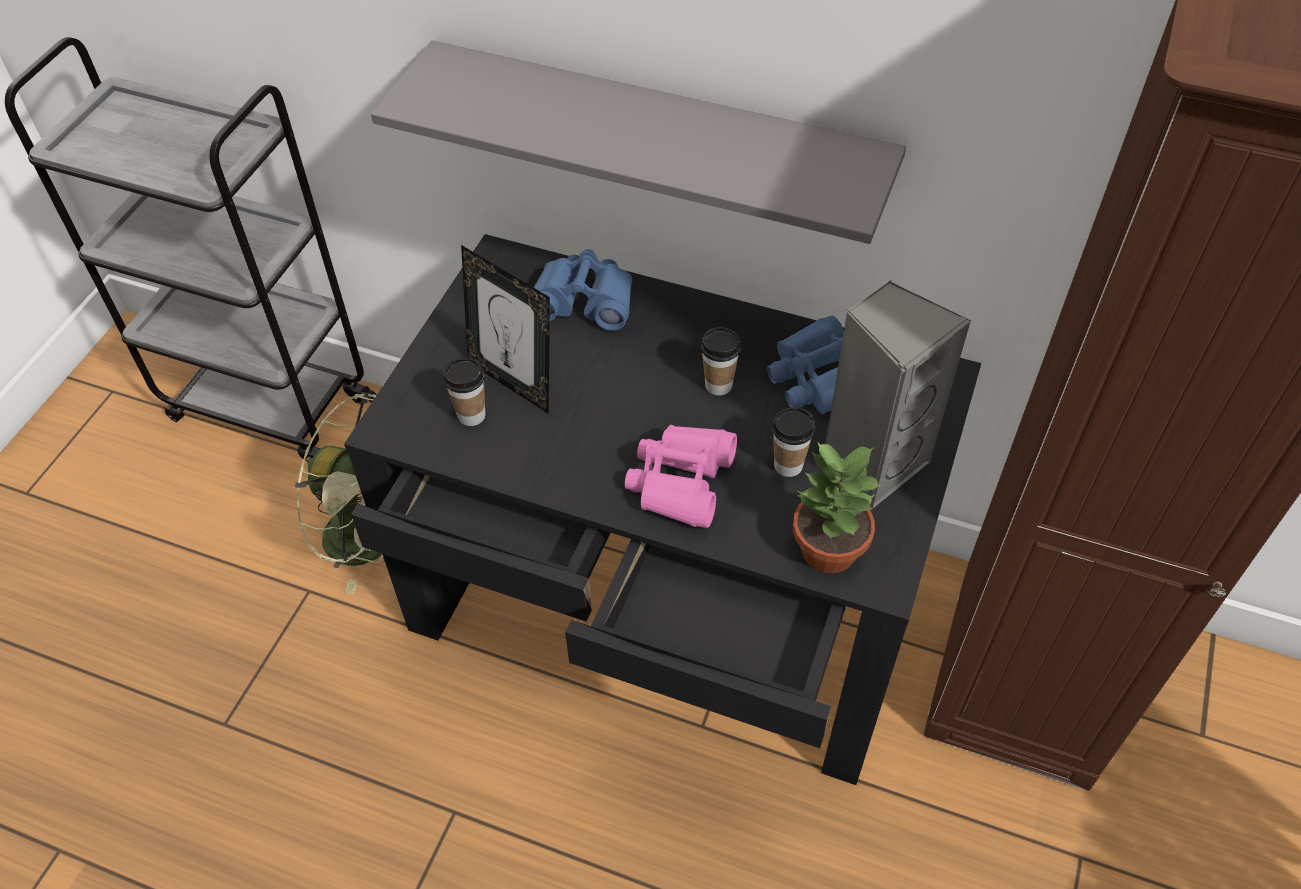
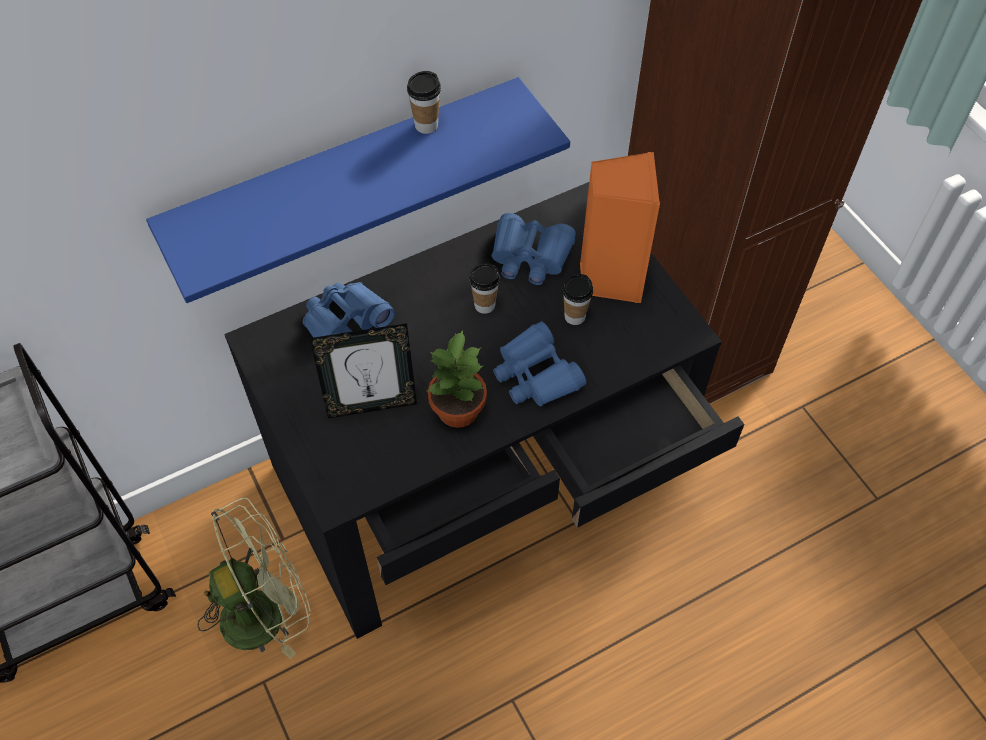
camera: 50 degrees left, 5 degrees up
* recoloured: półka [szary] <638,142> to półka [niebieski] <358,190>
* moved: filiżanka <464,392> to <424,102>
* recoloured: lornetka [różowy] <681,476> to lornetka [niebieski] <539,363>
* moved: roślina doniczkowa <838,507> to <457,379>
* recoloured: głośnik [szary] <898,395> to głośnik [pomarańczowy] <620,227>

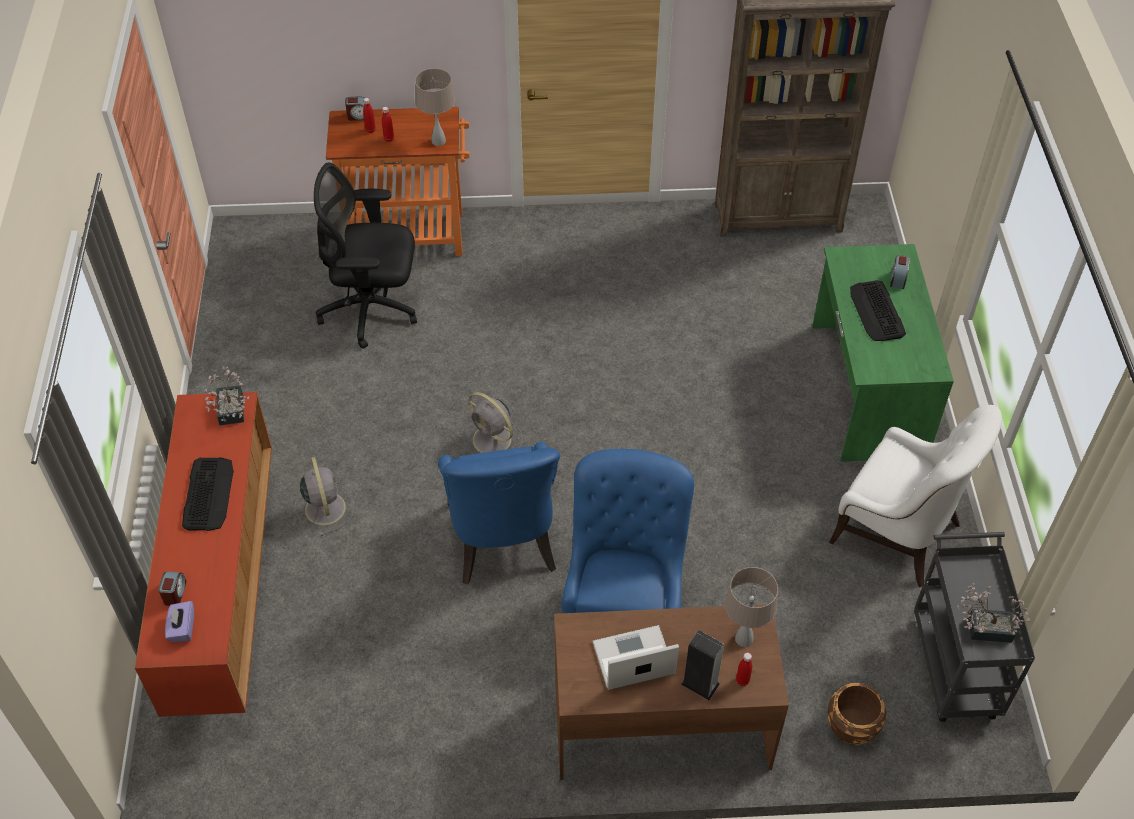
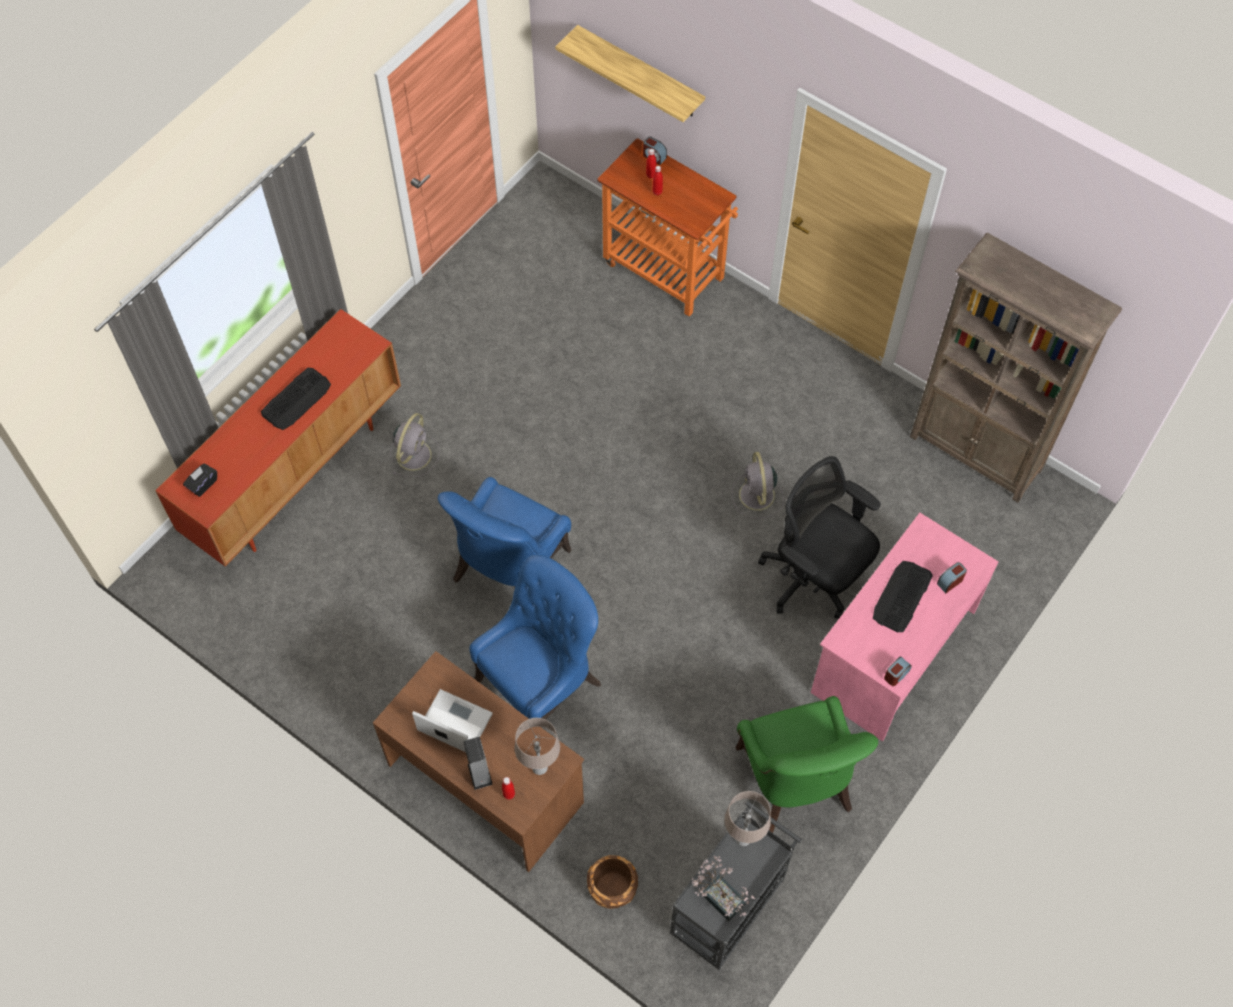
camera: 40 degrees right, 10 degrees up
* moved: budzik <172,588> to <898,671>
* recoloured: pudełko chusteczek [fioletowy] <179,621> to pudełko chusteczek [czarny] <200,480>
* removed: roślina doniczkowa <226,395>
* moved: krzesło biurowe [czarny] <365,255> to <819,537>
* moved: lampa stołowa [beżowy] <435,107> to <747,818>
* moved: wentylator [szary] <493,423> to <758,485>
* recoloured: biurko [zielony] <883,353> to biurko [różowy] <904,627>
* recoloured: krzesło [biały] <915,496> to krzesło [zielony] <806,764>
* added: półka <630,73>

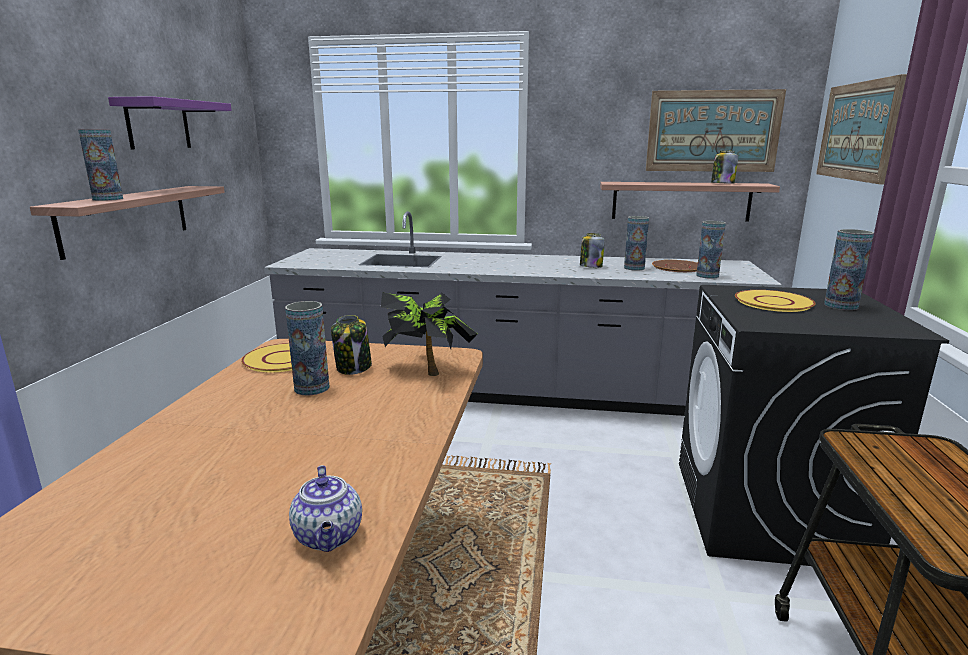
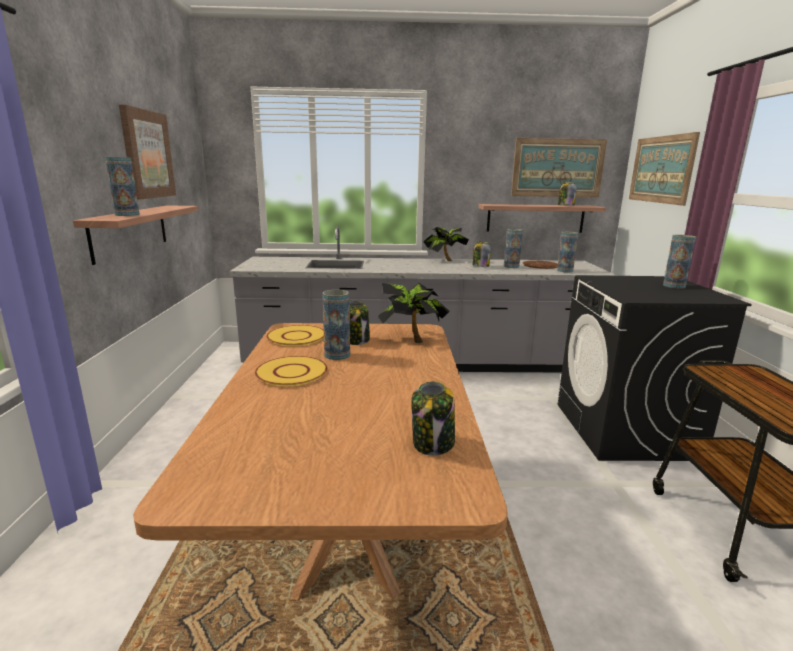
camera: 10 degrees left, 0 degrees up
* replaced: półka [fioletowy] <170,122> to obraz <147,152>
* replaced: imbryk <325,508> to słoik <433,418>
* moved: talerz [żółty] <775,301> to <291,371>
* added: roślina doniczkowa <446,244>

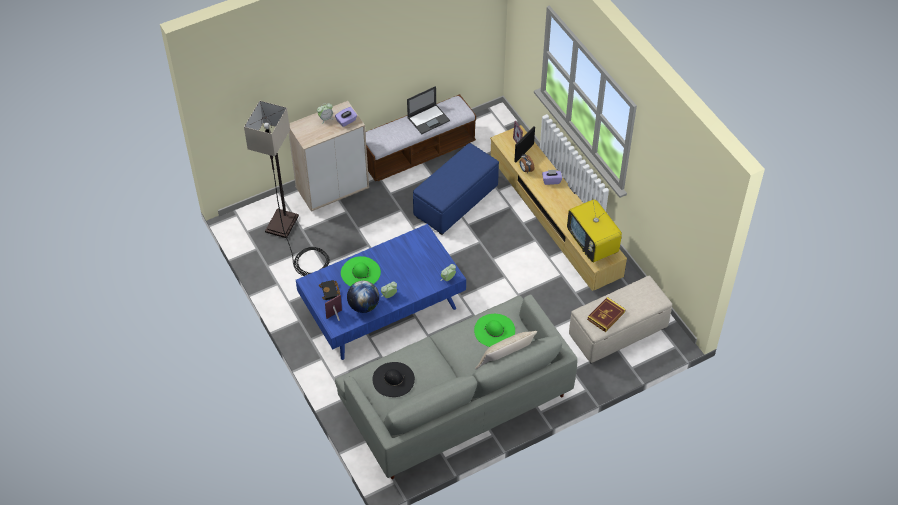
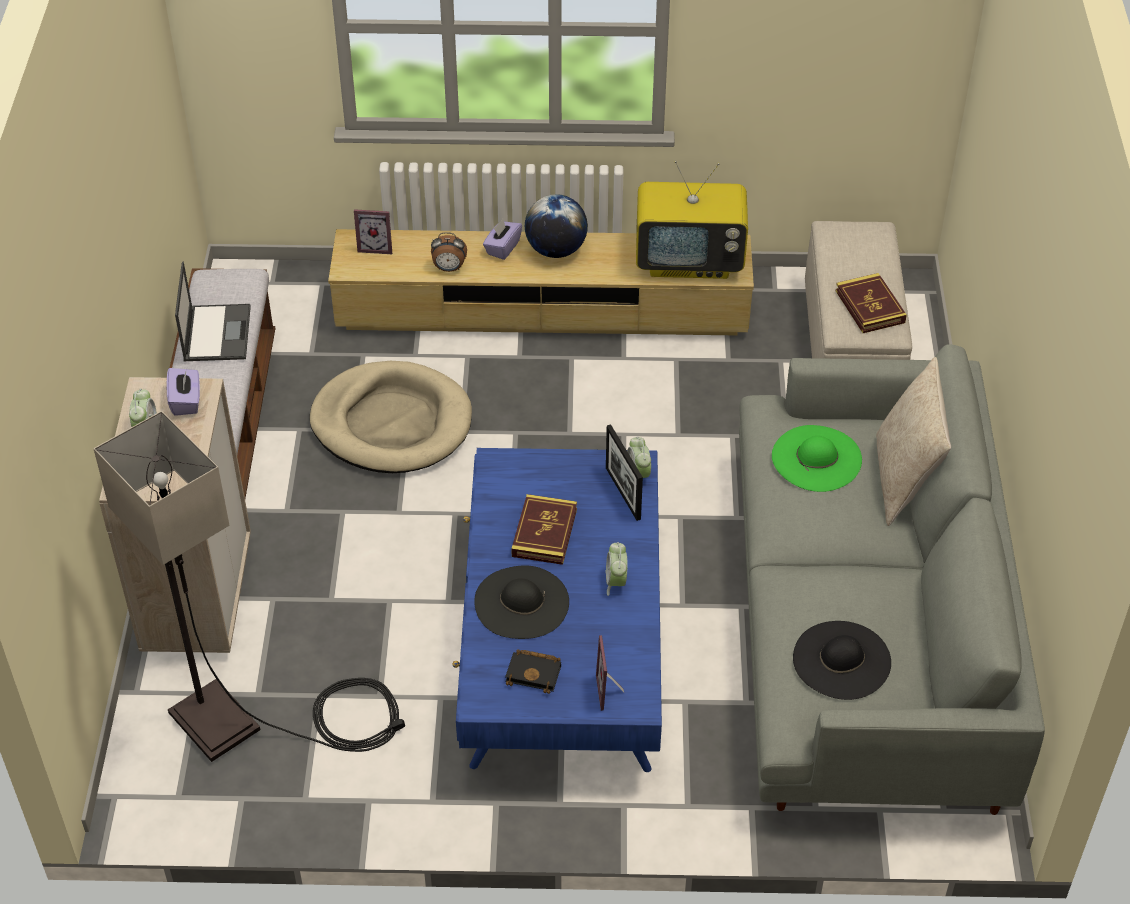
camera: 60 degrees left, 5 degrees down
* recoloured: kapelusz [zielony] <361,271> to kapelusz [czarny] <521,602>
* moved: globus <363,297> to <556,226>
* replaced: pufa [niebieski] <456,189> to legowisko [beżowy] <390,417>
* moved: ramka na zdjęcie <524,144> to <624,472>
* added: książka <544,529>

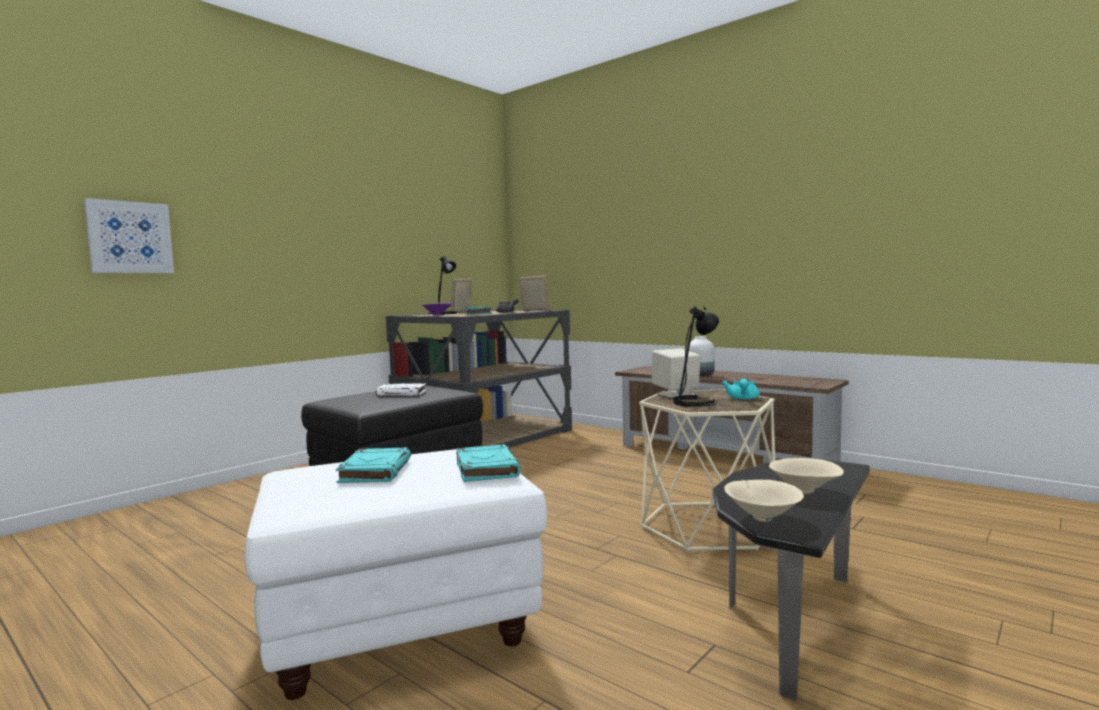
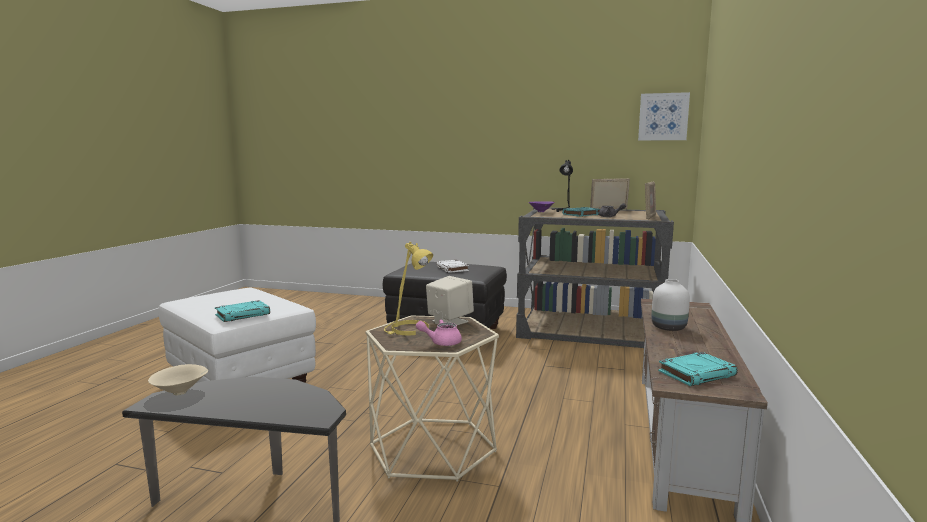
camera: 65 degrees right, 5 degrees up
* moved: obraz <129,235> to <664,116>
* moved: książka [turkusowy] <373,465> to <698,369>
* recoloured: lampa stołowa [czarny] <696,356> to lampa stołowa [żółty] <408,289>
* recoloured: imbryk [turkusowy] <740,389> to imbryk [różowy] <439,332>
* removed: miska [beżowy] <806,476>

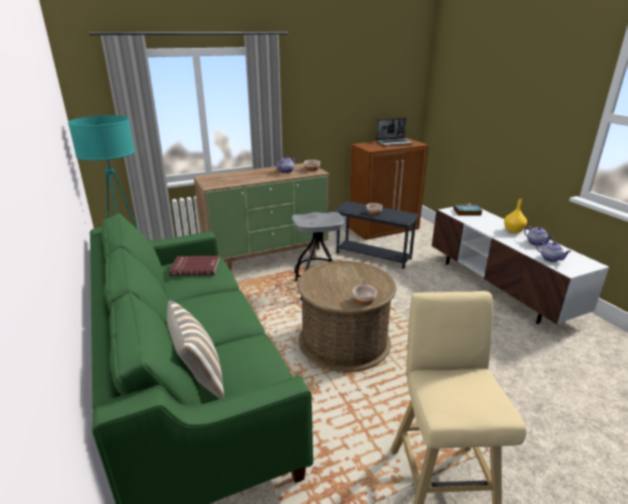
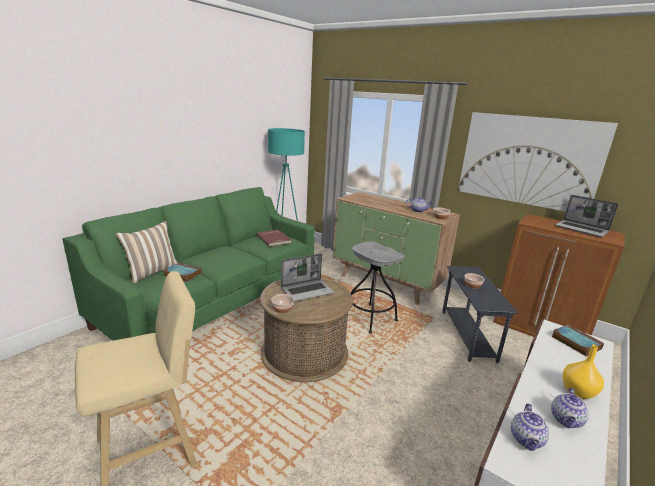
camera: 60 degrees right, 5 degrees down
* added: książka <182,272>
* added: laptop <307,278>
* added: obraz <538,161>

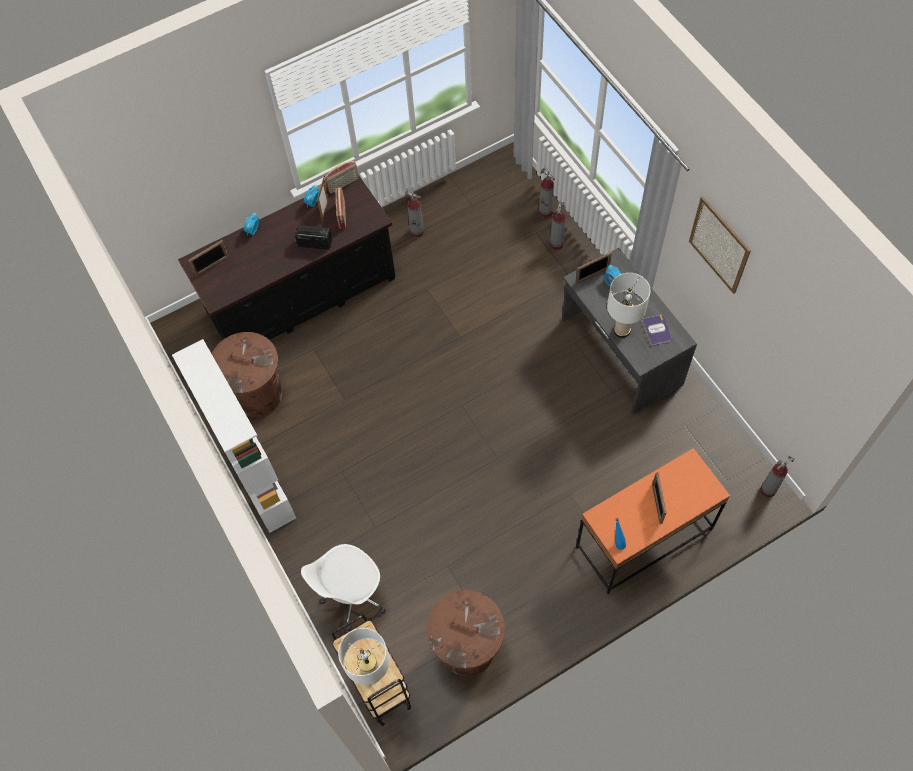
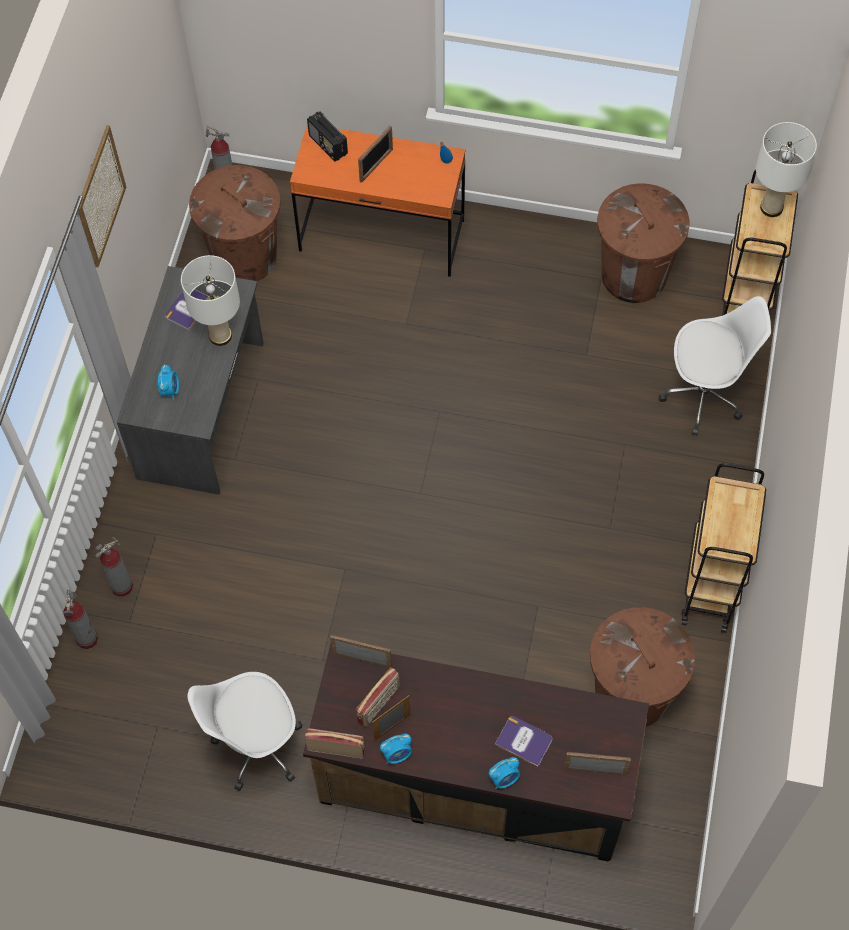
camera: 140 degrees left, 0 degrees up
* replaced: regał [biały] <234,436> to wózek [brązowy] <723,548>
* moved: radio <313,237> to <327,136>
* replaced: gaśnica <414,213> to krzesło biurowe [biały] <245,731>
* moved: ramka na zdjęcie <594,268> to <361,651>
* added: kosz na śmieci [brązowy] <235,223>
* added: książka <524,741>

